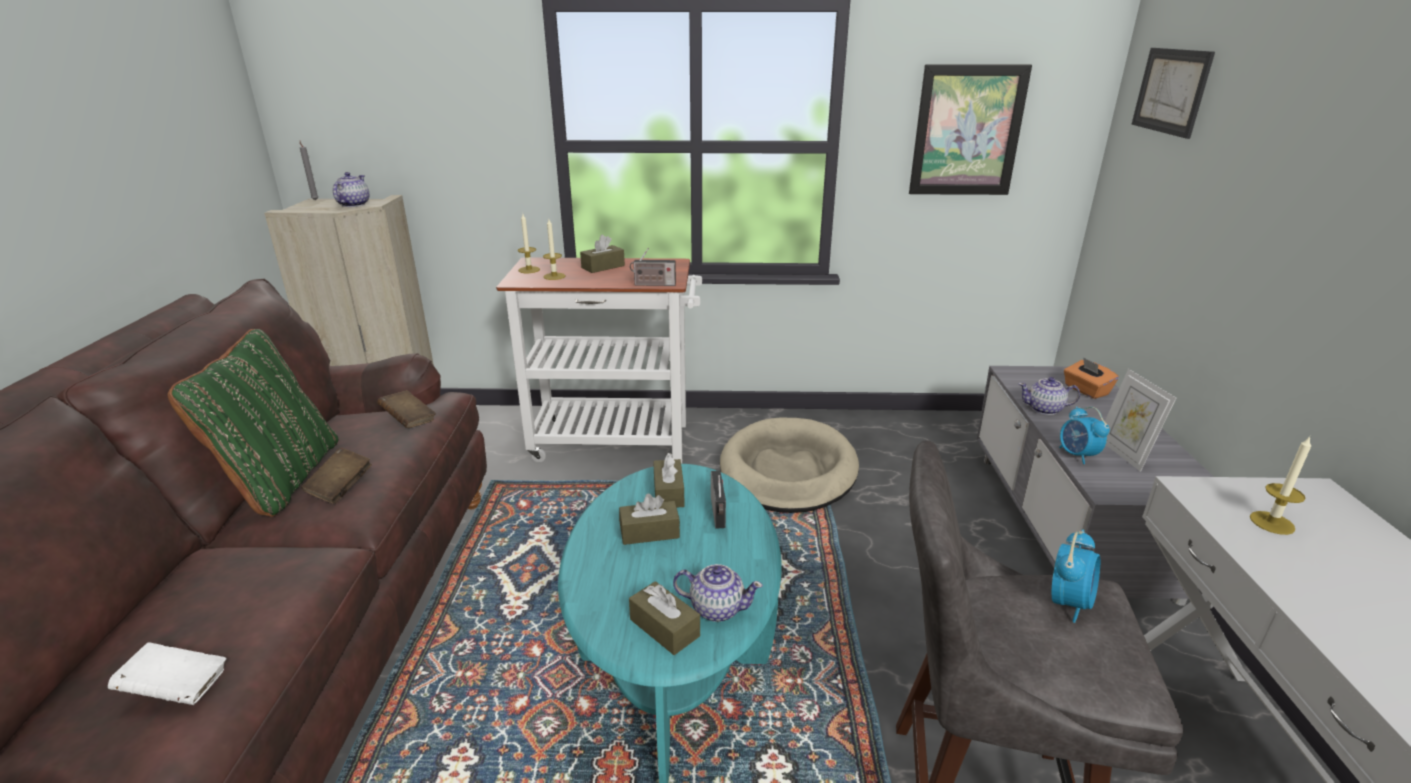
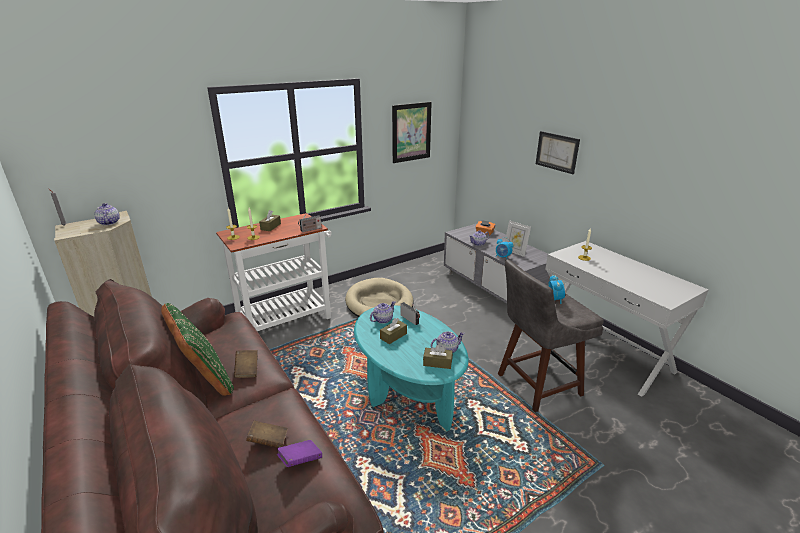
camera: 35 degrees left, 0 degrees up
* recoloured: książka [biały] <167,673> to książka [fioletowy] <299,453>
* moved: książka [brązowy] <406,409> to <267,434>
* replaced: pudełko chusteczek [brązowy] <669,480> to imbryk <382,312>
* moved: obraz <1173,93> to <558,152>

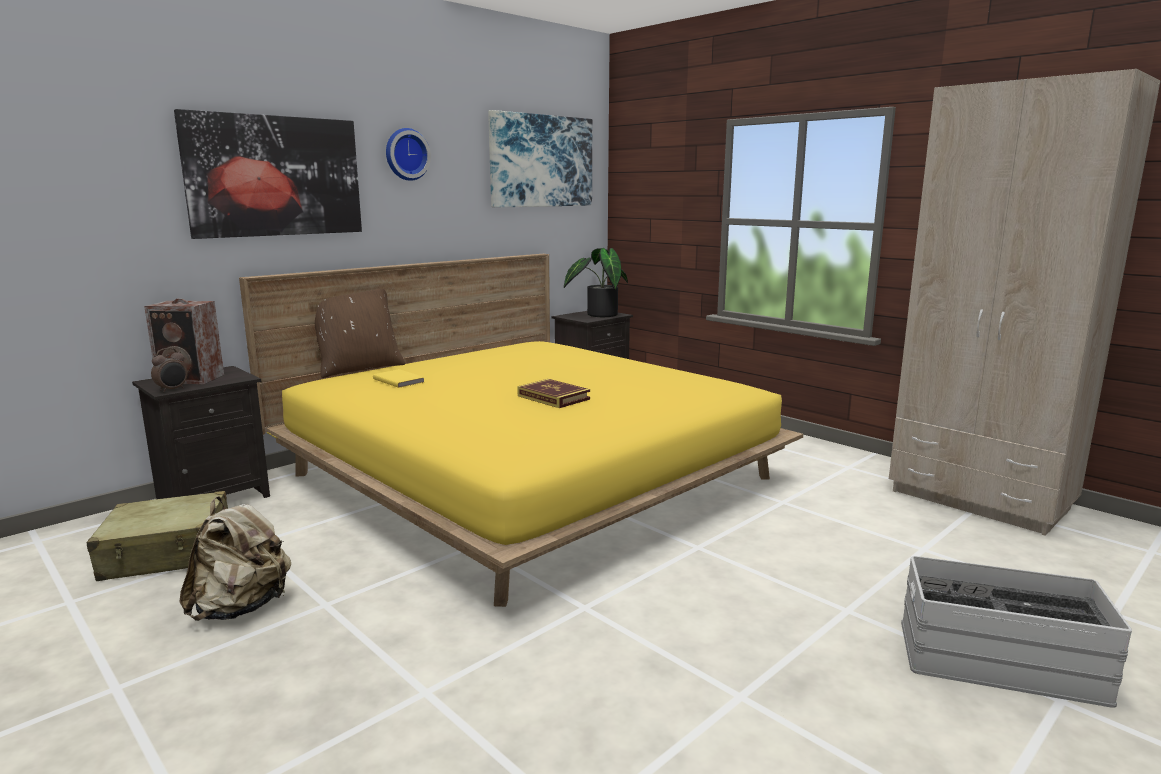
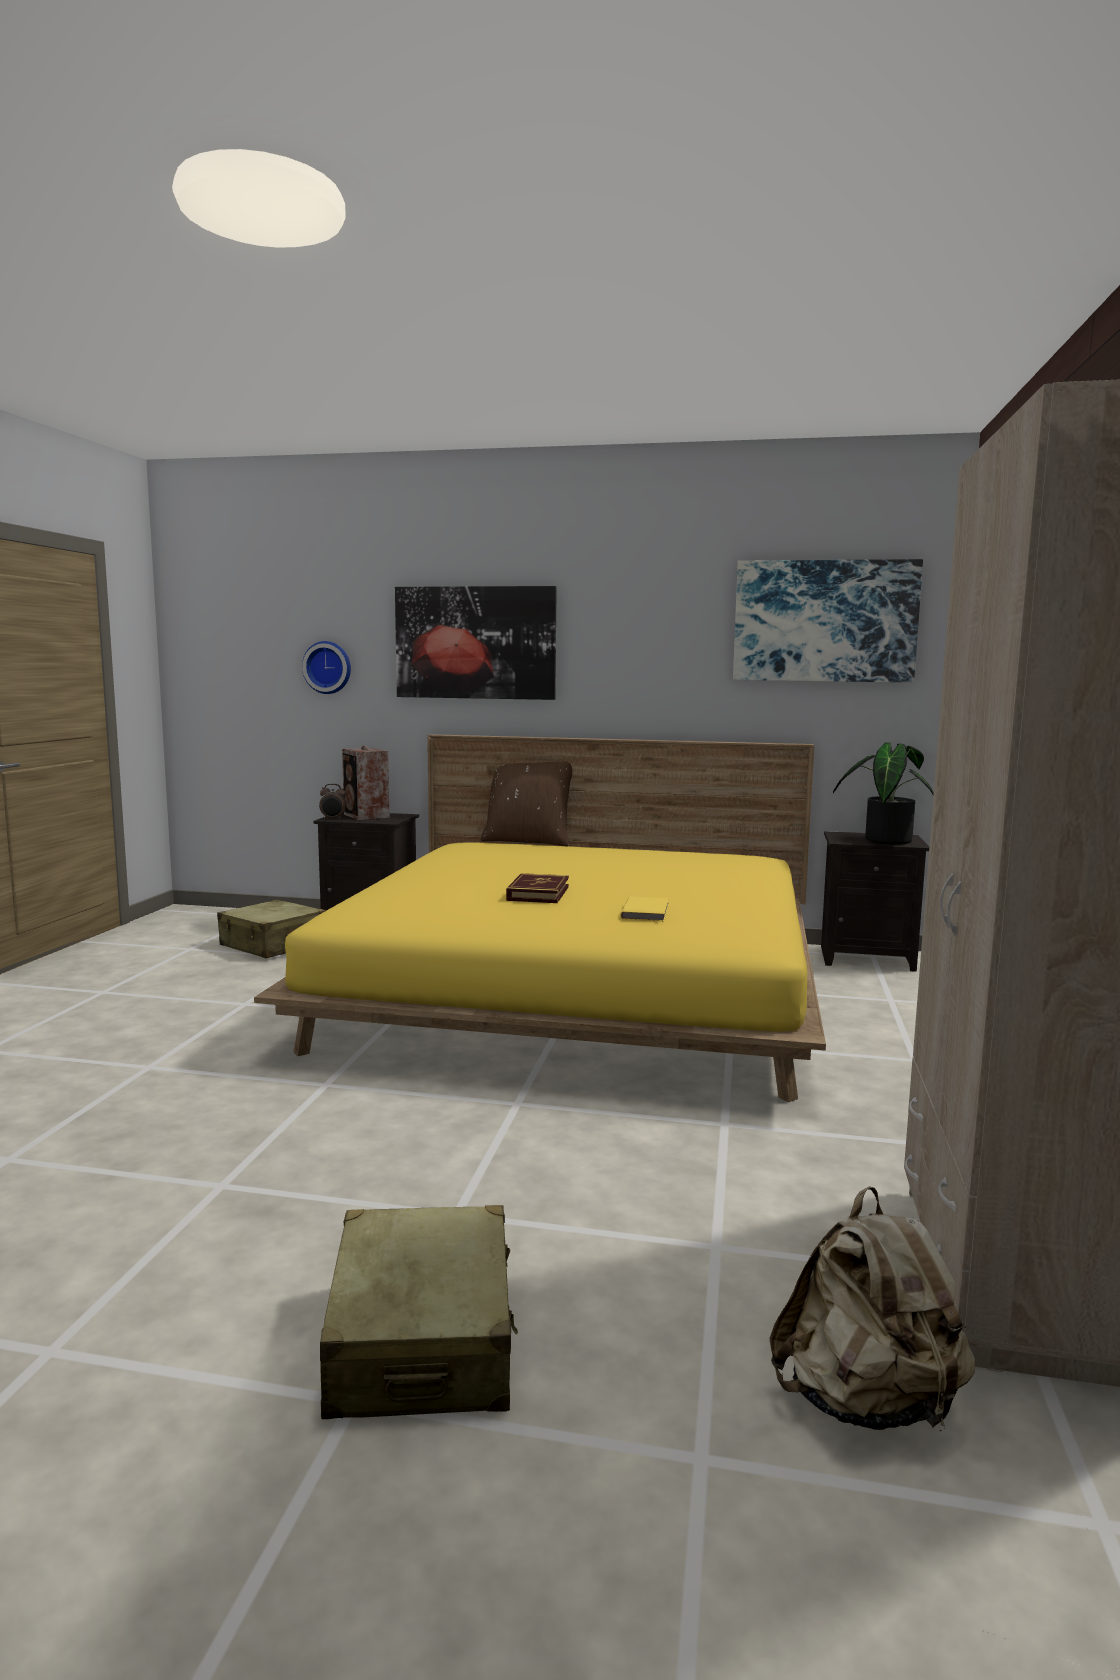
camera: 55 degrees right, 5 degrees down
* moved: plecak [beżowy] <235,558> to <872,1308>
* moved: książka [żółty] <399,378> to <645,908>
* moved: zegar ścienny <408,154> to <326,667>
* replaced: pojemnik do przechowywania [szary] <1016,632> to walizka [beżowy] <419,1312>

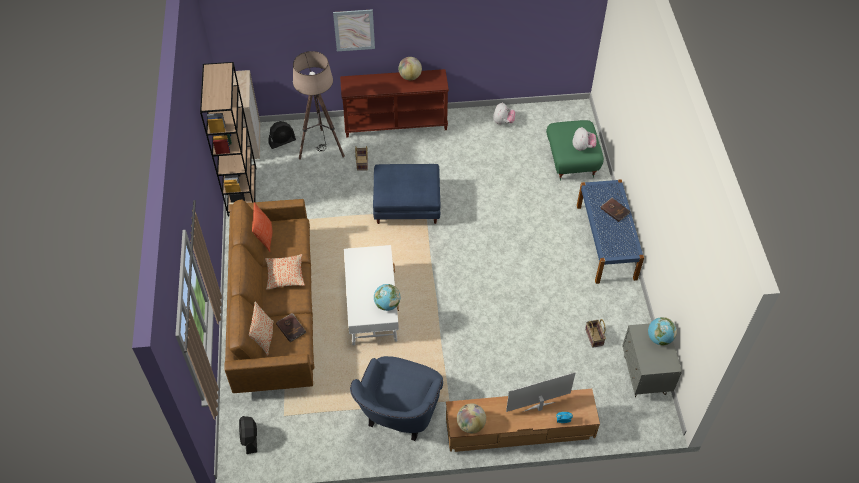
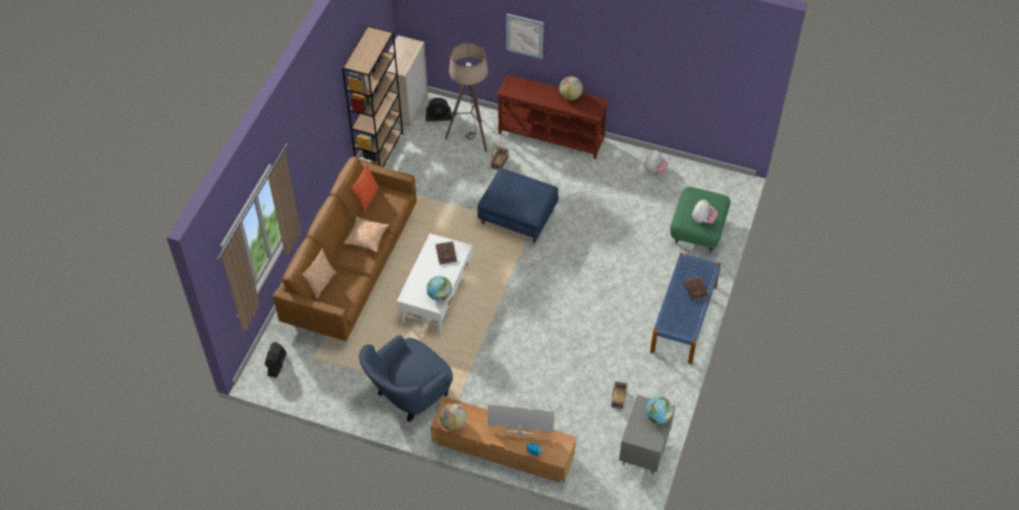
camera: 25 degrees right, 0 degrees up
* moved: książka [brązowy] <291,327> to <446,253>

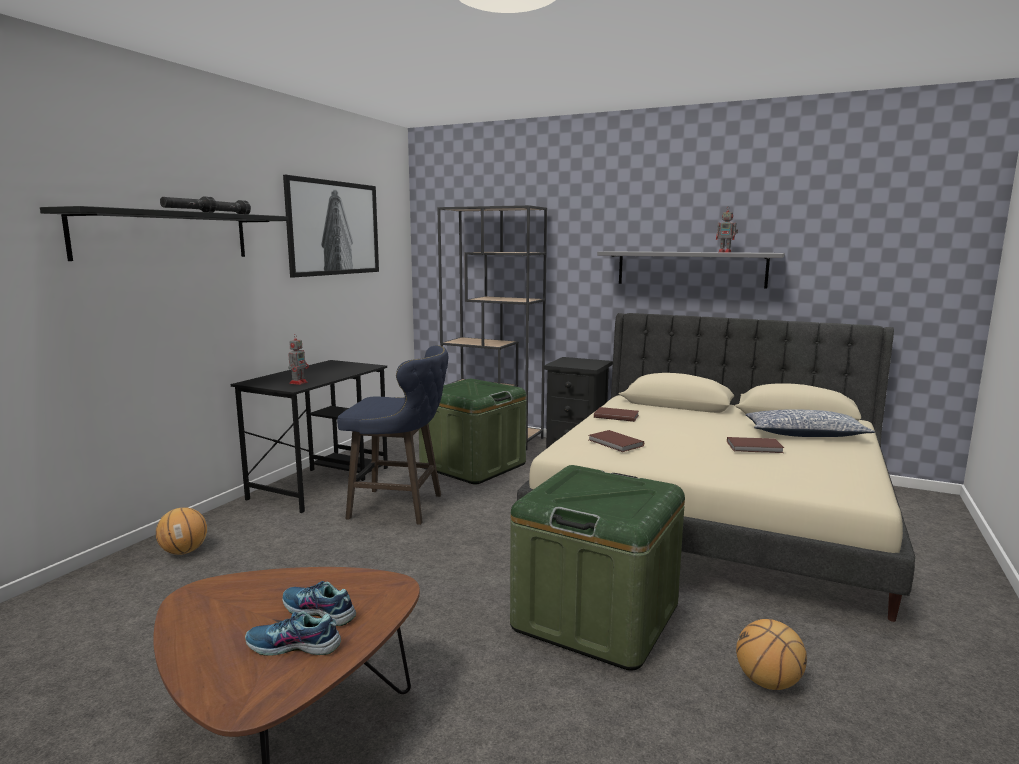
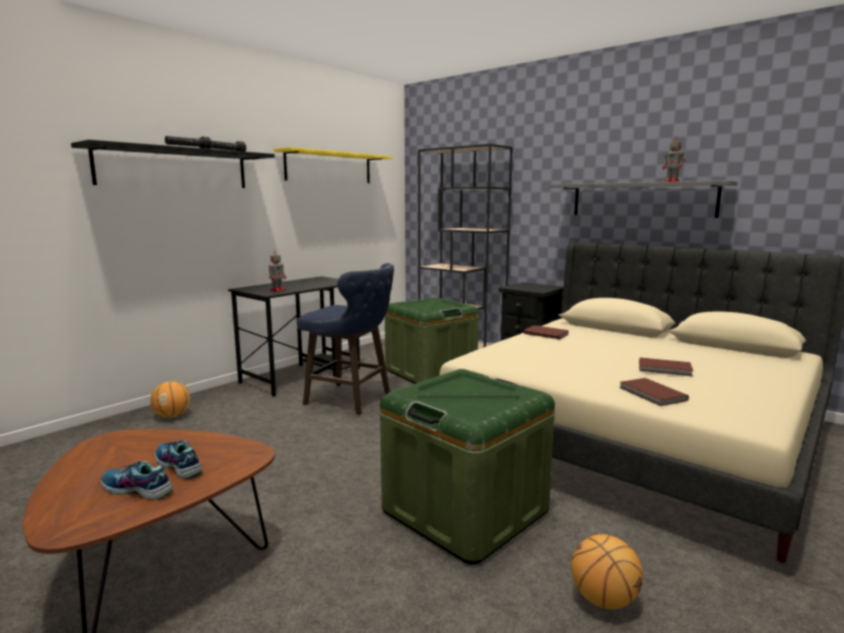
camera: 15 degrees right, 0 degrees up
* replaced: obraz <331,226> to półka [żółty] <333,165>
* moved: książka [brązowy] <616,441> to <654,392>
* removed: poduszka <810,423>

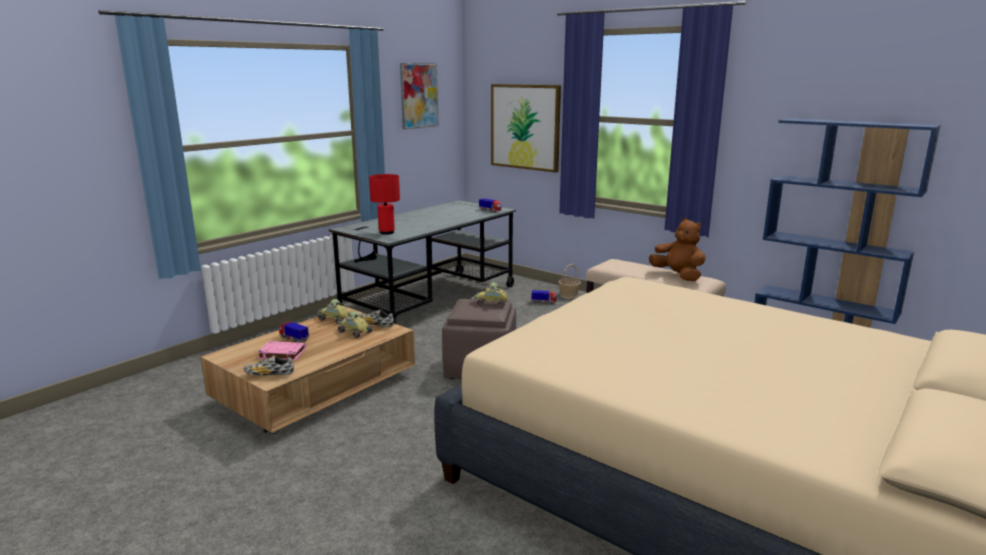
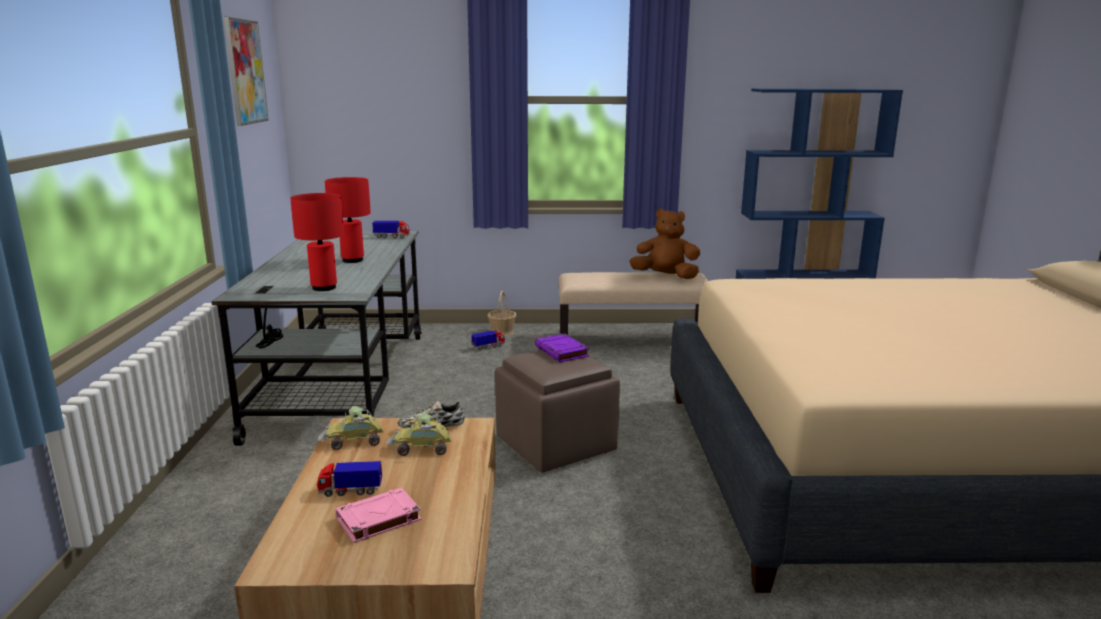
camera: 40 degrees left, 0 degrees up
* removed: but <269,365>
* replaced: samochodzik <490,294> to książka [fioletowy] <562,348>
* removed: obraz <526,128>
* added: lampa stołowa [czerwony] <347,220>

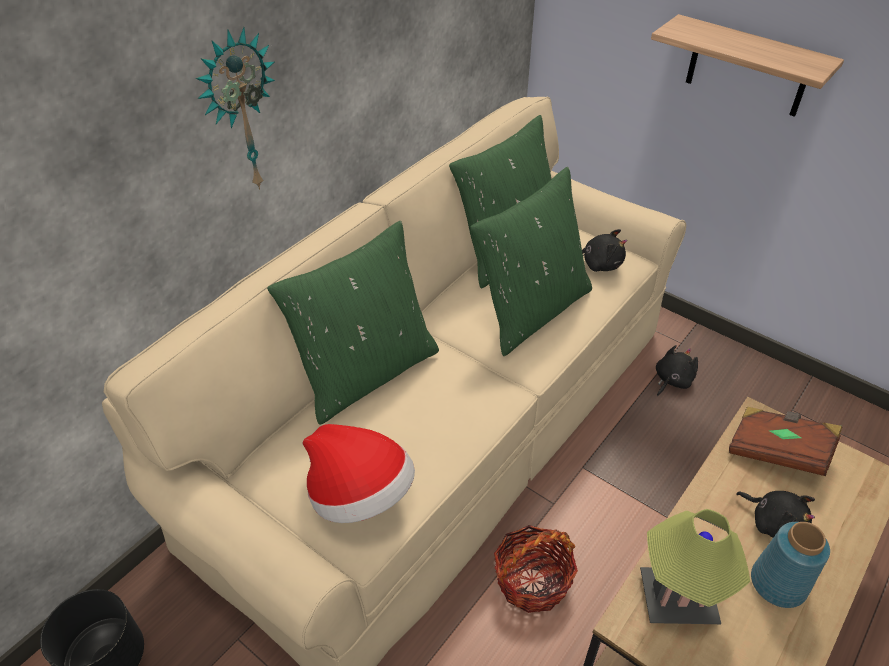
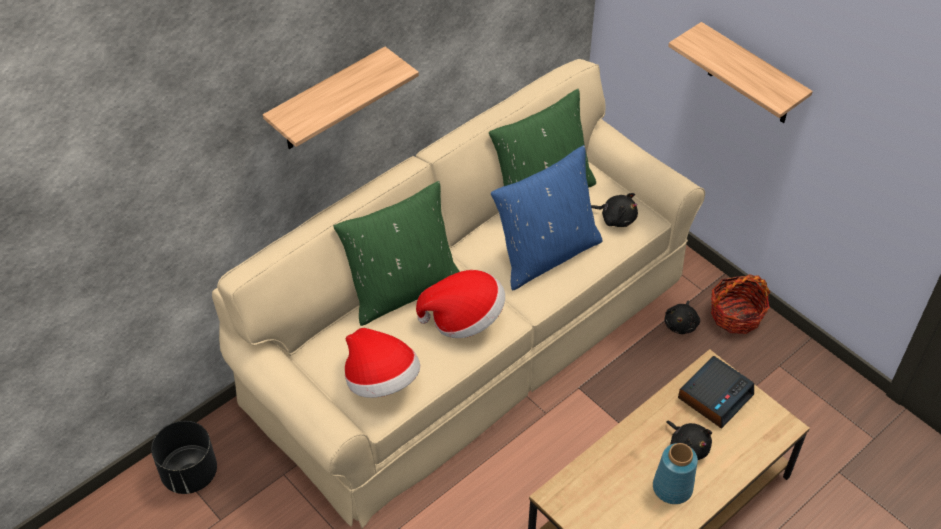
camera: 10 degrees right, 5 degrees up
* replaced: zegar ścienny <235,108> to półka <341,98>
* recoloured: poduszka [zielony] <531,261> to poduszka [niebieski] <547,218>
* moved: koszyk <536,569> to <740,304>
* removed: lampa stołowa <695,566>
* turned: pluszak [czarny] <677,370> = <682,317> 150 degrees clockwise
* replaced: książka [brązowy] <785,441> to budzik <716,392>
* added: kapelusz <460,304>

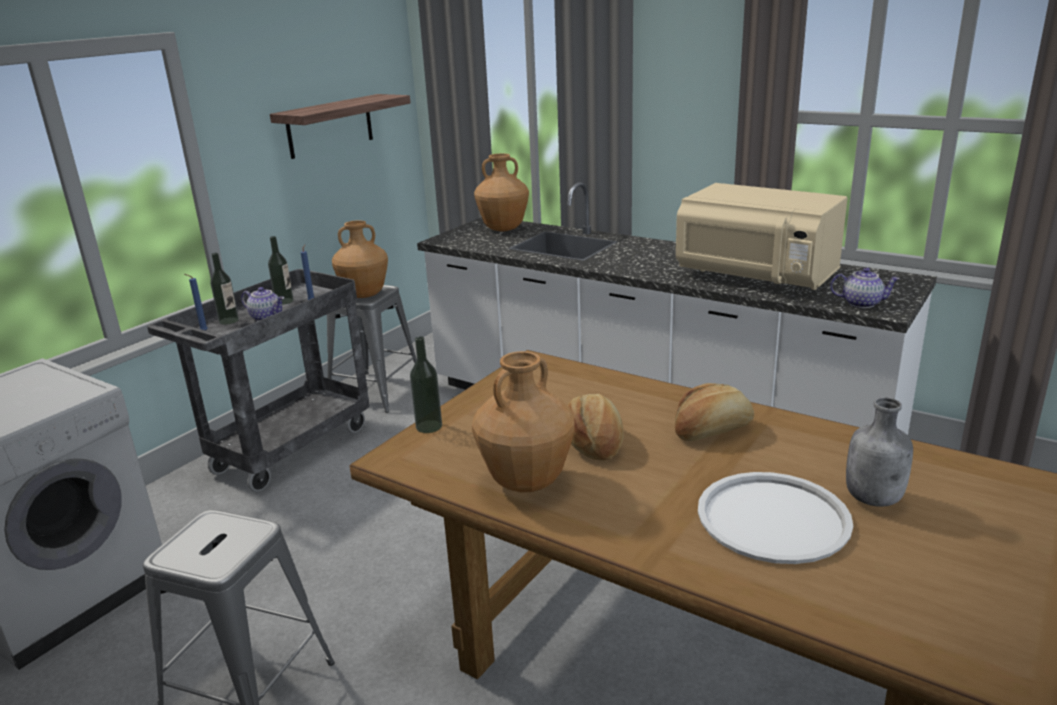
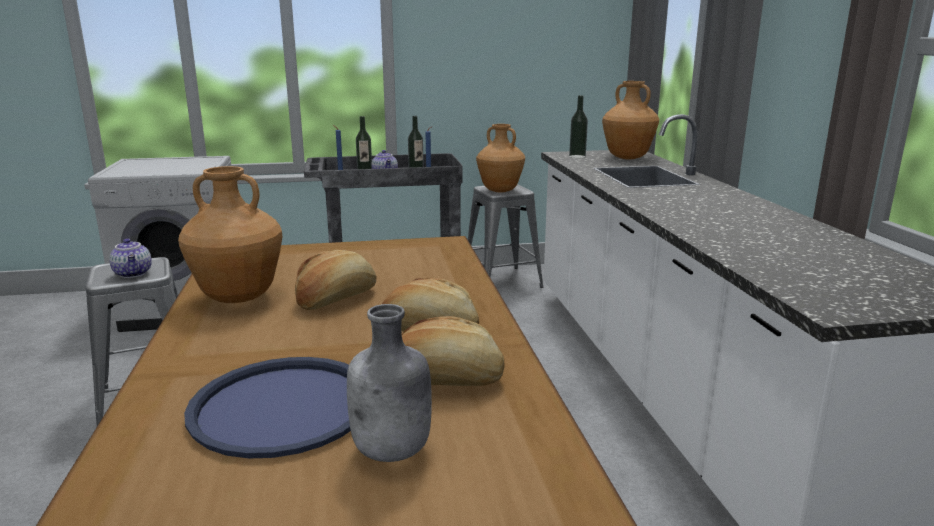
camera: 45 degrees right, 5 degrees down
* removed: półka <340,126>
* moved: butelka <426,384> to <578,126>
* removed: mikrofalówka [beżowy] <762,236>
* recoloured: taca [biały] <775,518> to taca [niebieski] <267,407>
* moved: imbryk <865,288> to <130,258>
* added: chleb <453,351>

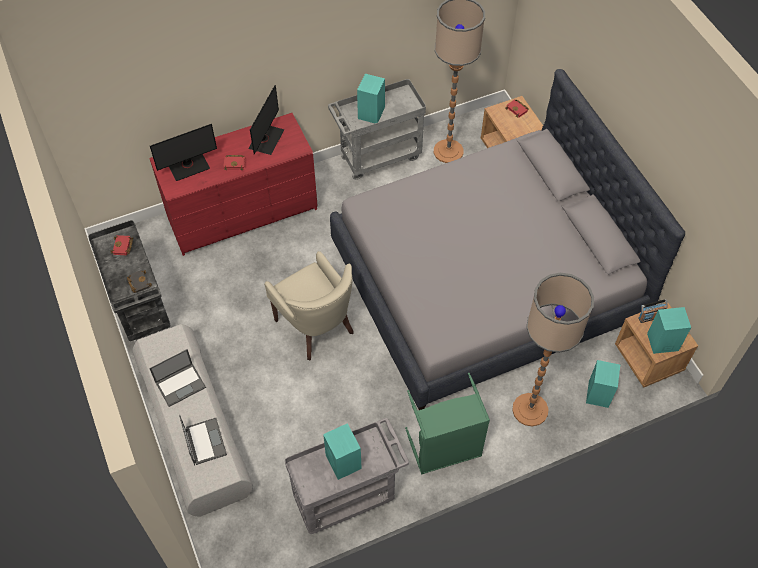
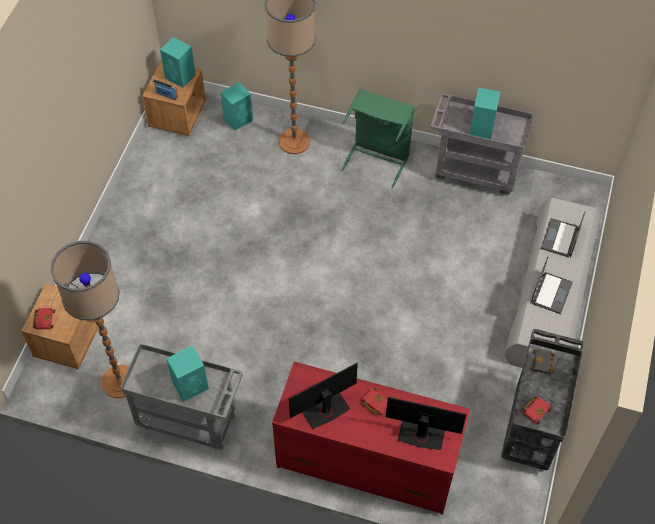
camera: 140 degrees left, 0 degrees up
* turned: laptop <177,378> = <552,285> 105 degrees clockwise
* removed: fotel [beżowy] <309,306>
* removed: łóżko [szary] <507,239>

